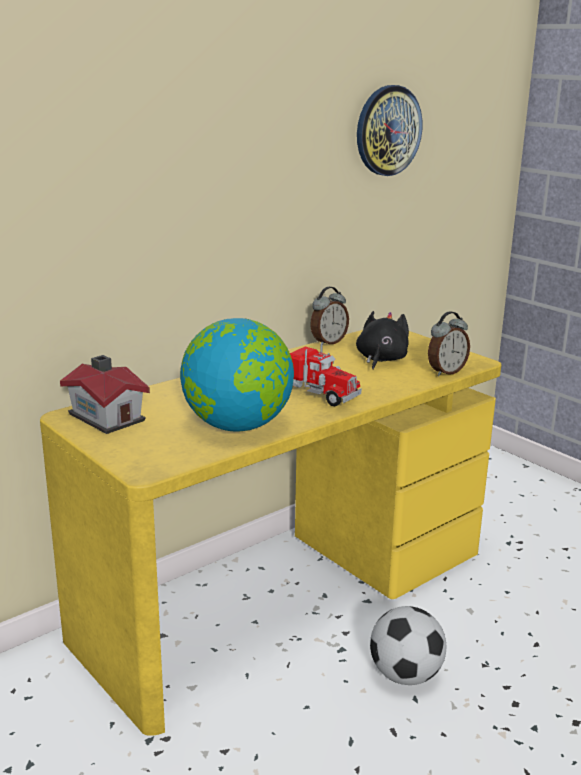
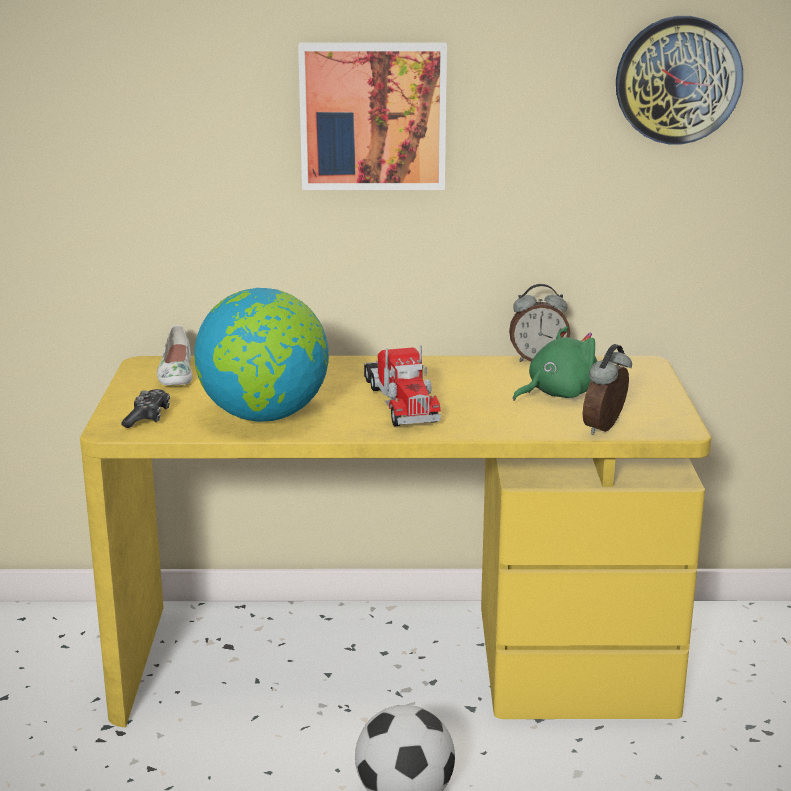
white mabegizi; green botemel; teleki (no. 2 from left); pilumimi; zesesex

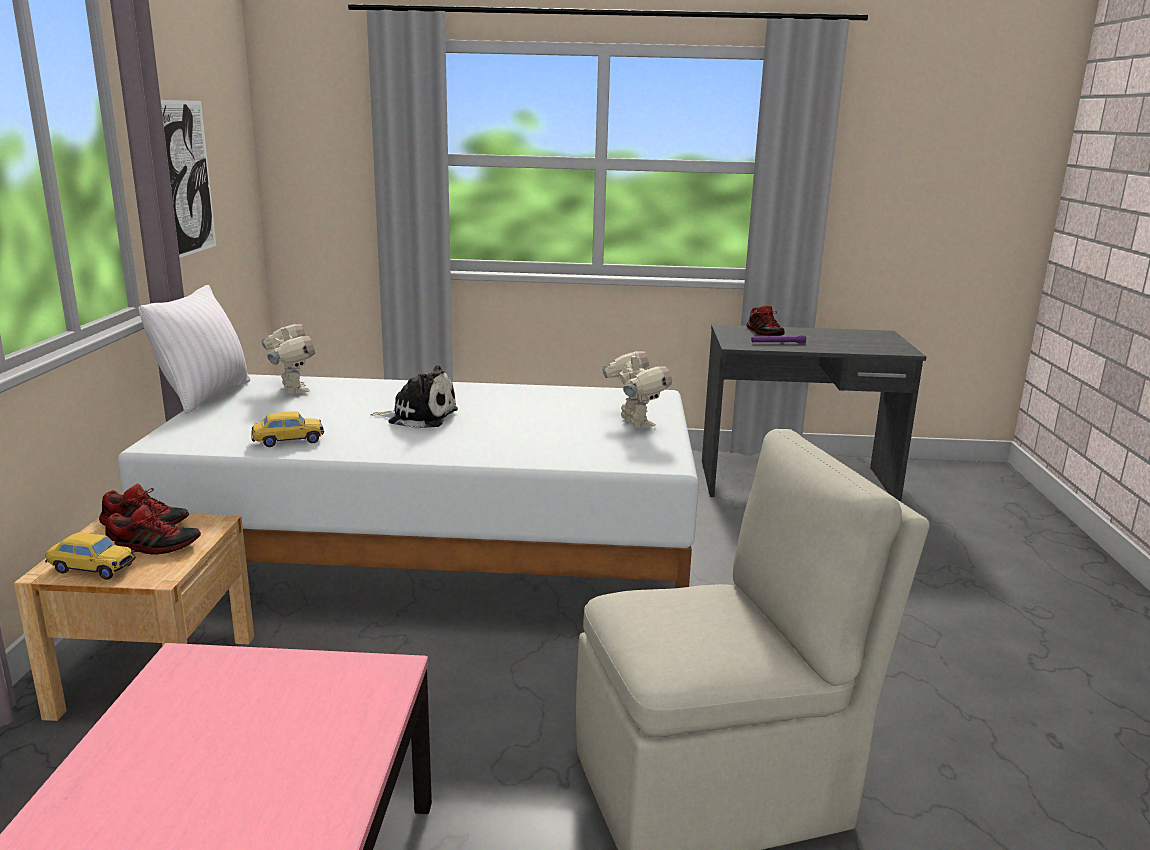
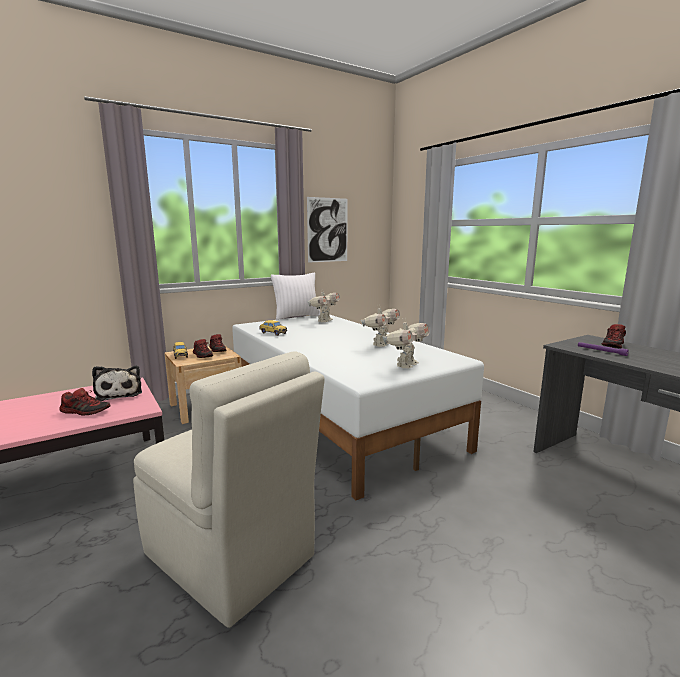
botemel; mabegizi (no. 1 from left); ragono (no. 2 from left)

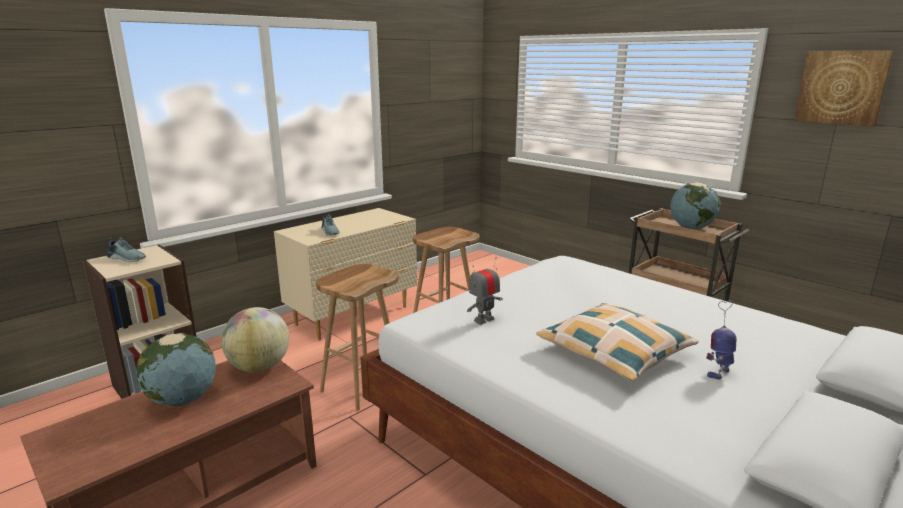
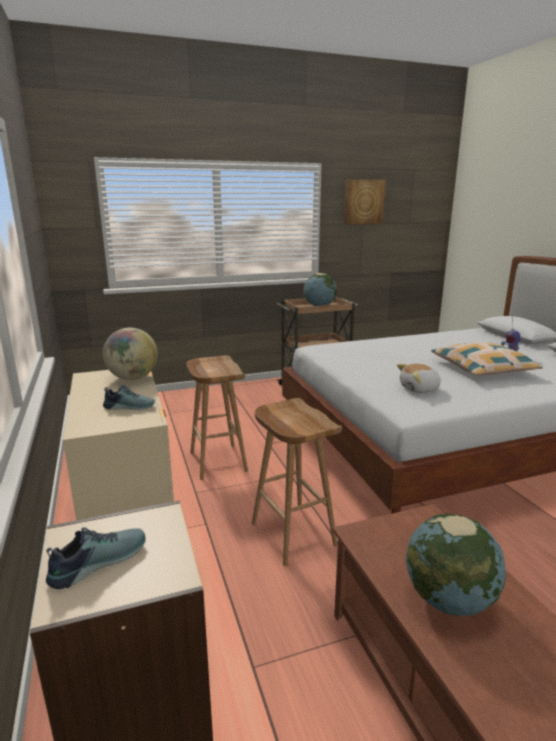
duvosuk (no. 1 from left); botemel

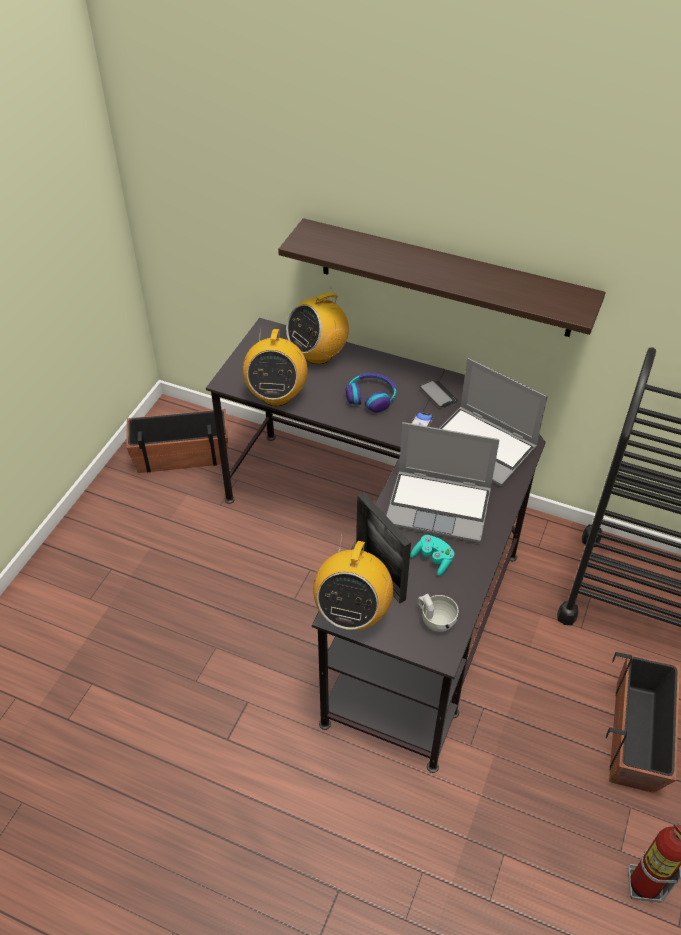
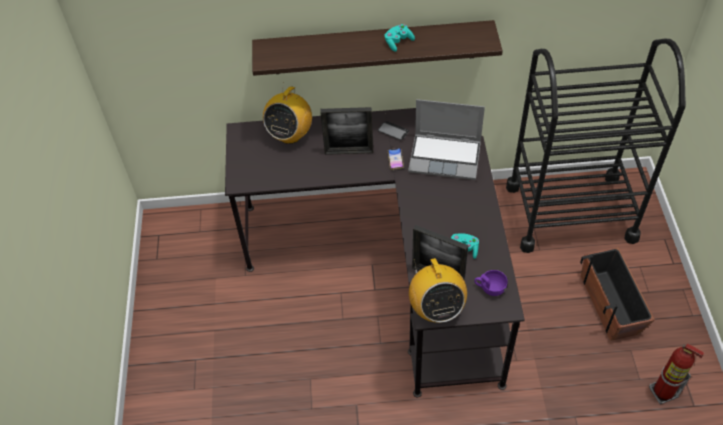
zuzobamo (no. 1 from left in the first image); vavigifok (no. 1 from left in the first image); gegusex (no. 1 from left); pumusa (no. 1 from left in the first image); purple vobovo; turquoise pilumimi (no. 1 from left)

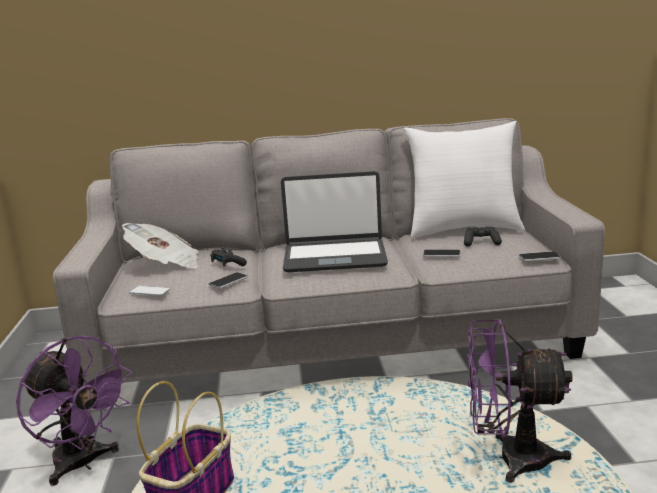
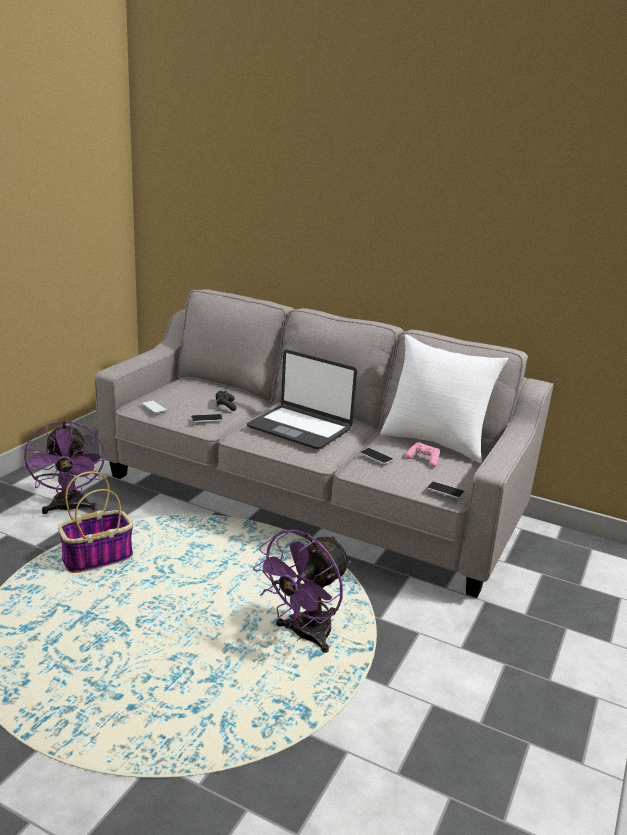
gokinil; pink pilumimi; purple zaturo (no. 2 from left)

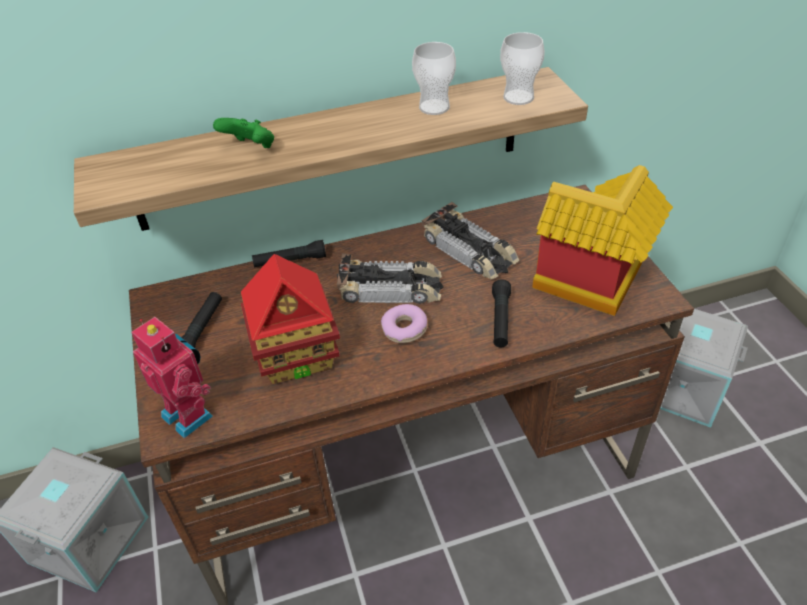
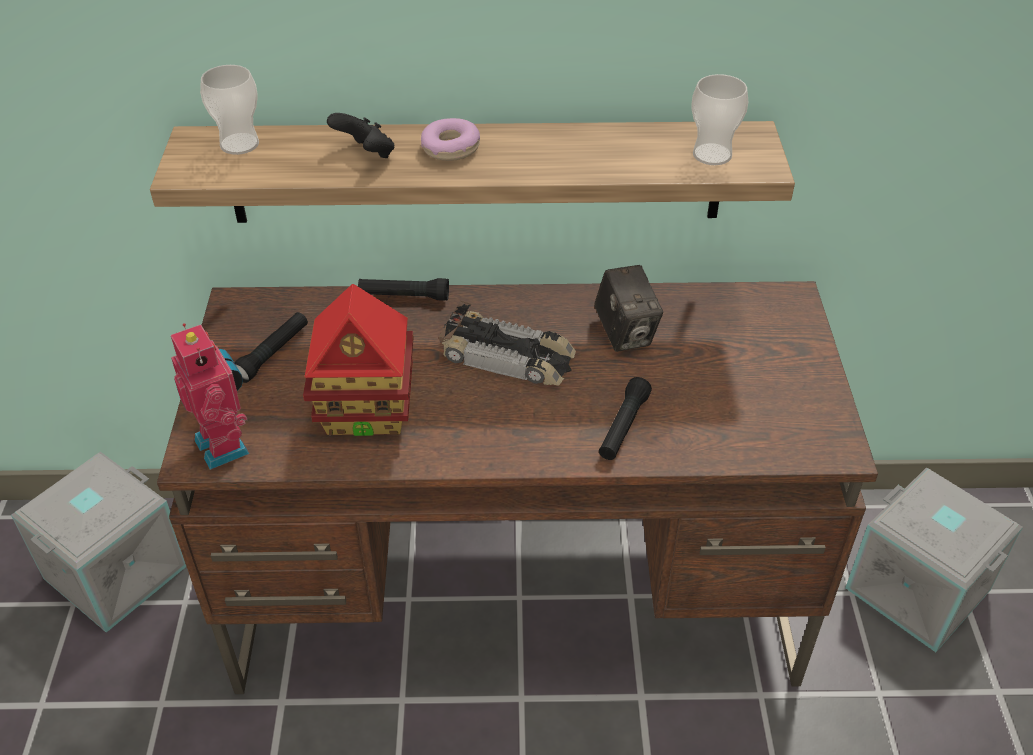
black pilumimi; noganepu; vobovo (no. 1 from left); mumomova; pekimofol (no. 2 from left in the first image)

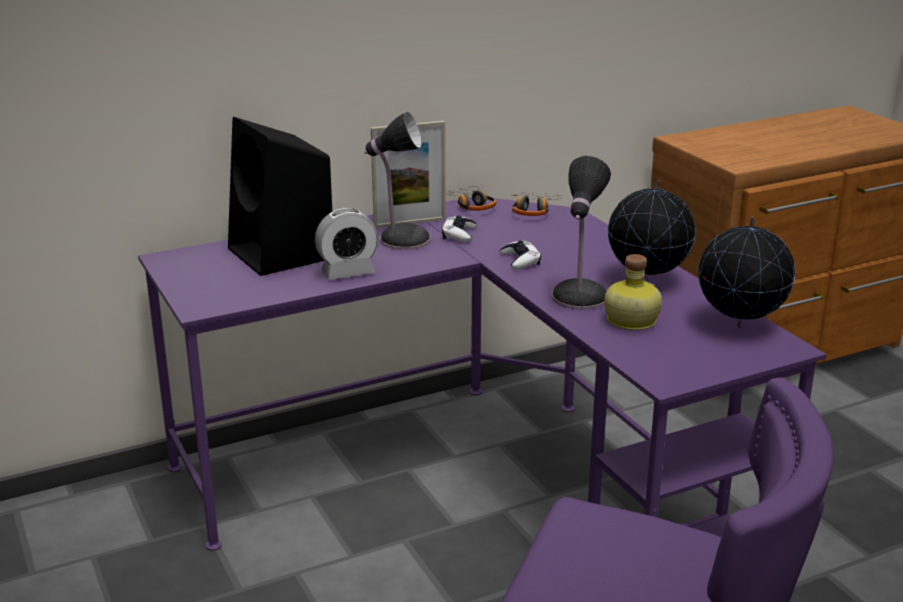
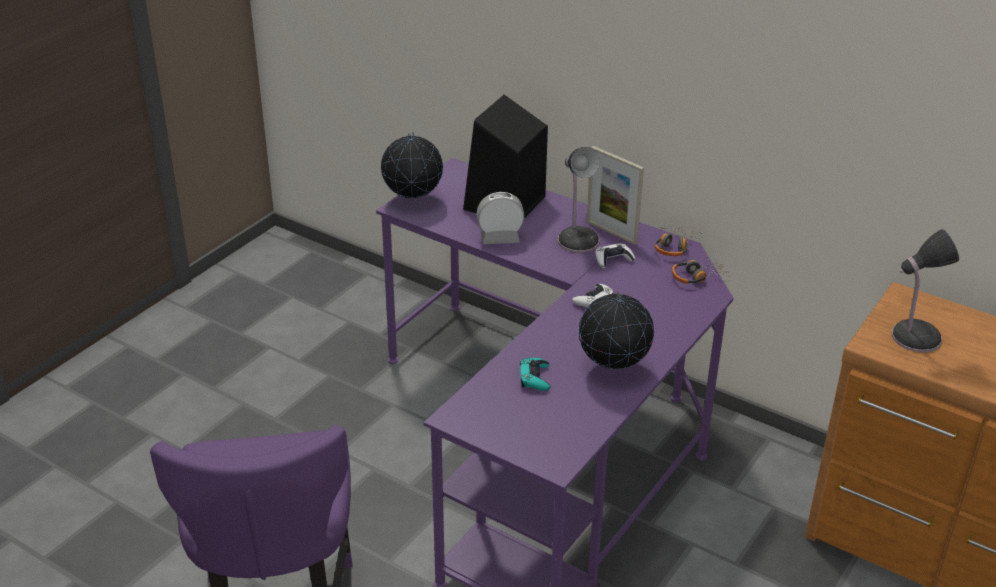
teleki; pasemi (no. 2 from left); turquoise pilumimi; duvosuk (no. 1 from left)

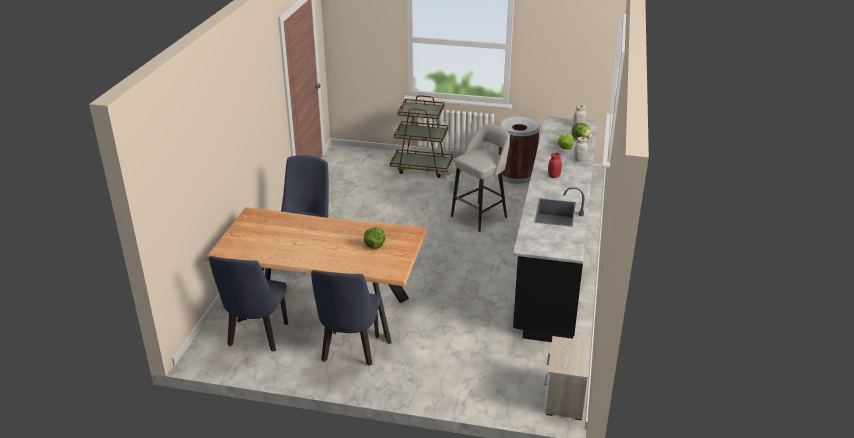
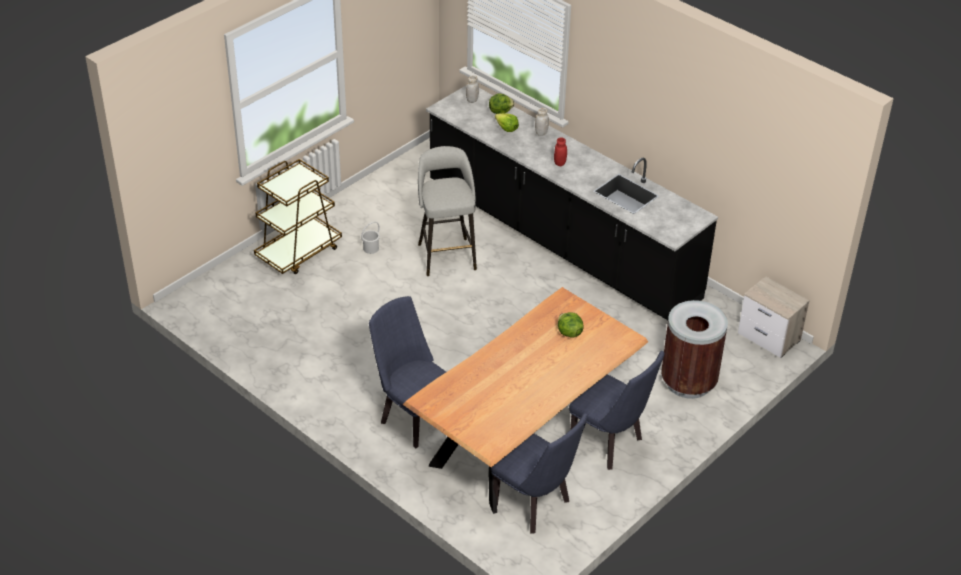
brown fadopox

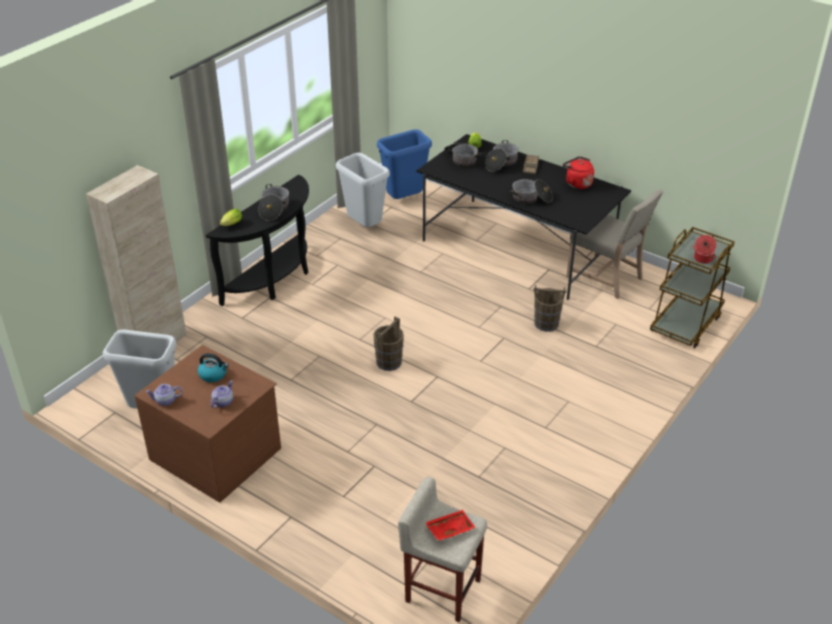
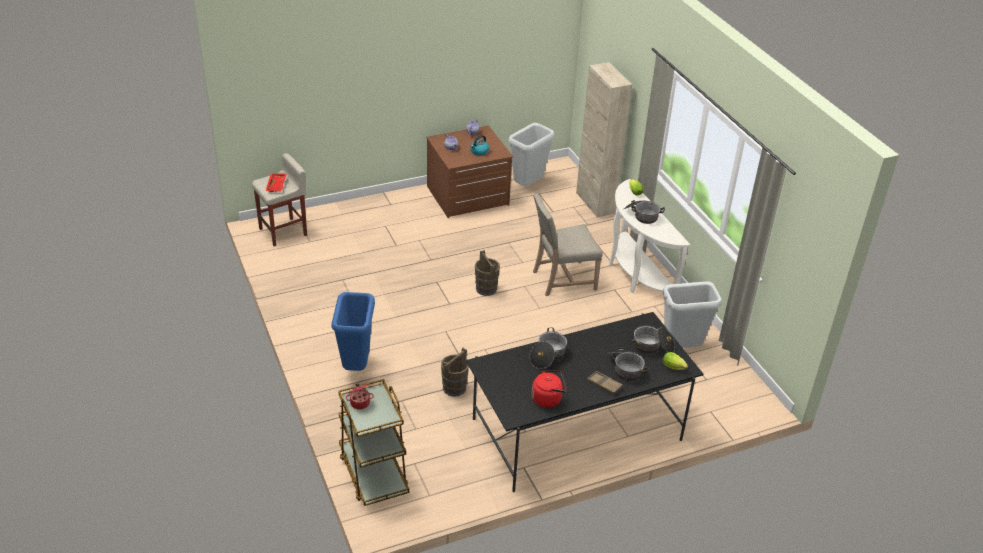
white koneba; blue fadopox; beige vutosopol

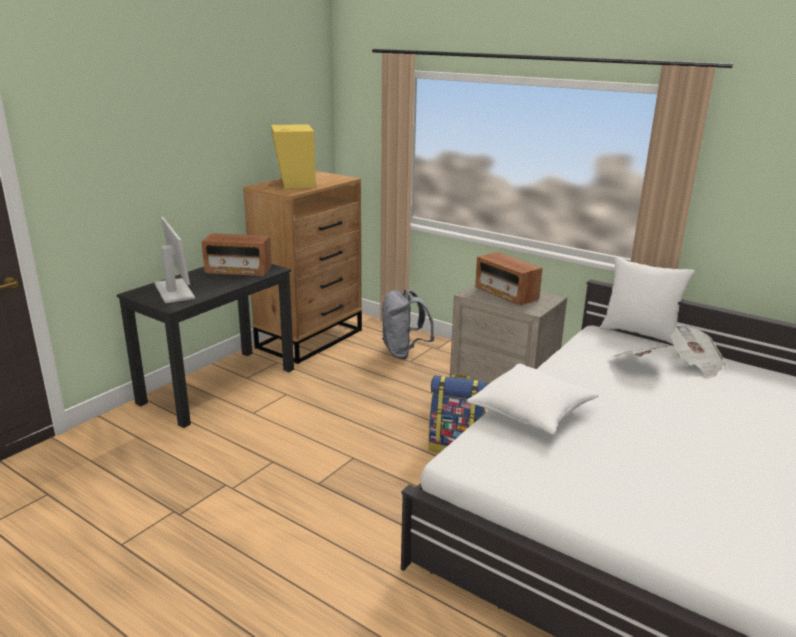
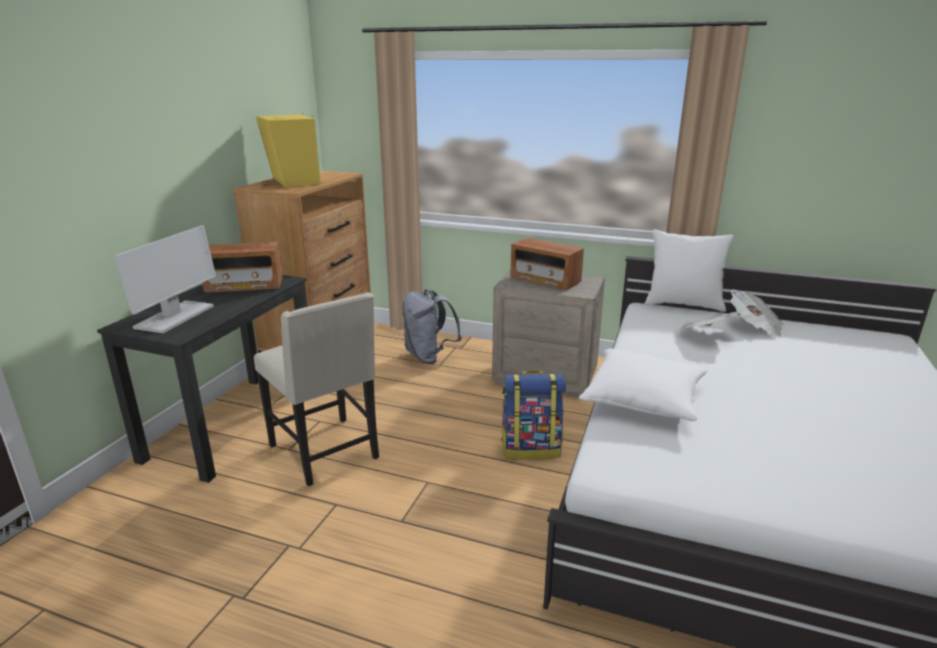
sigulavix; beige vutosopol

